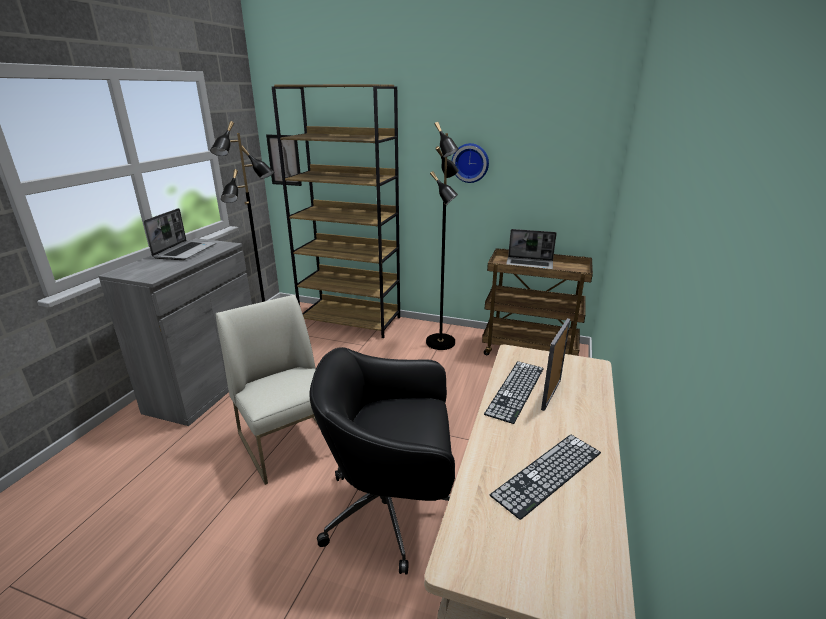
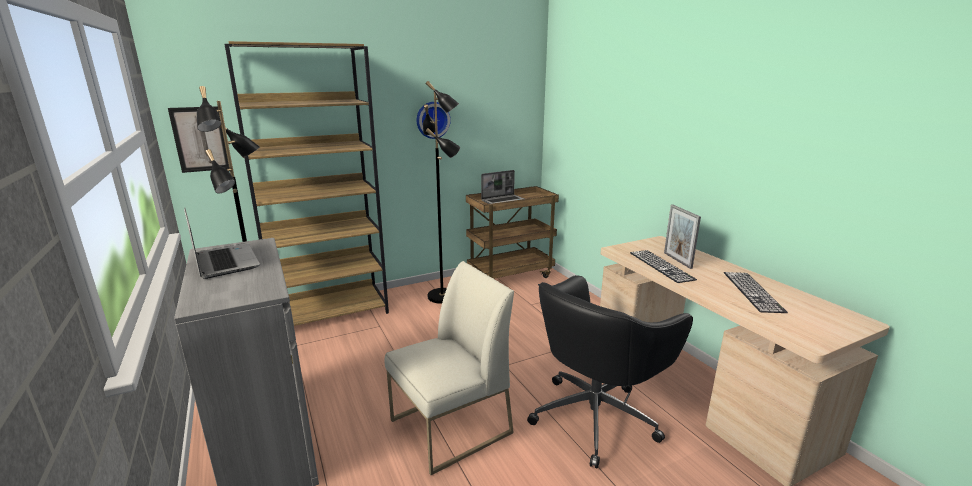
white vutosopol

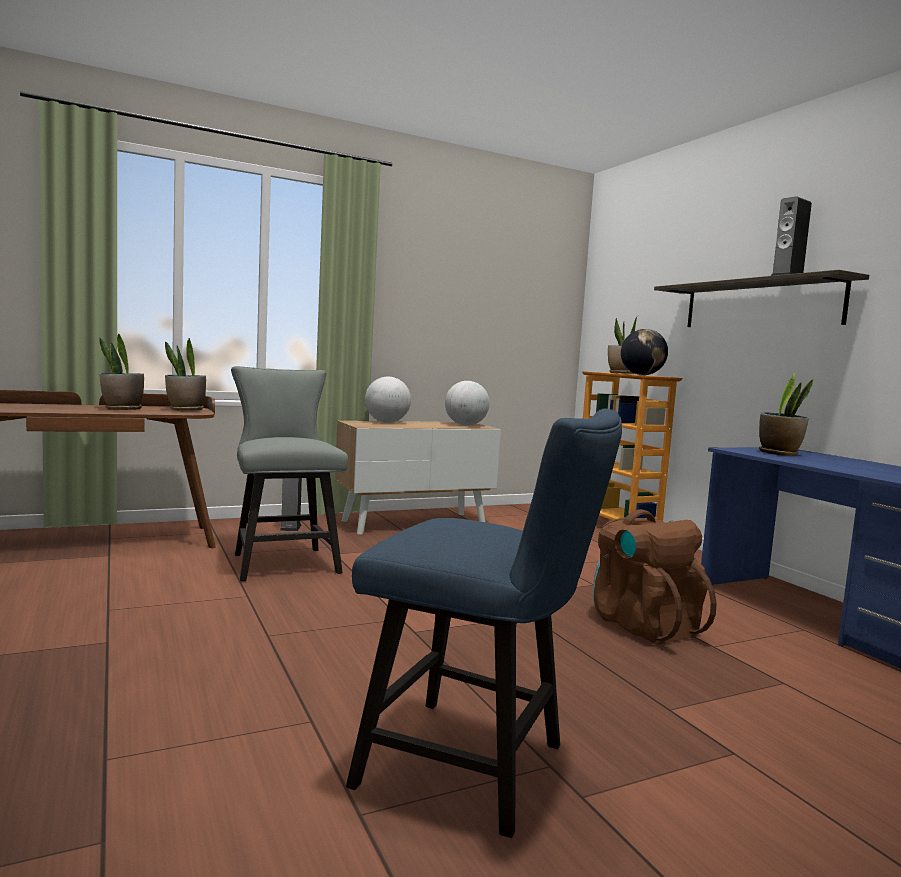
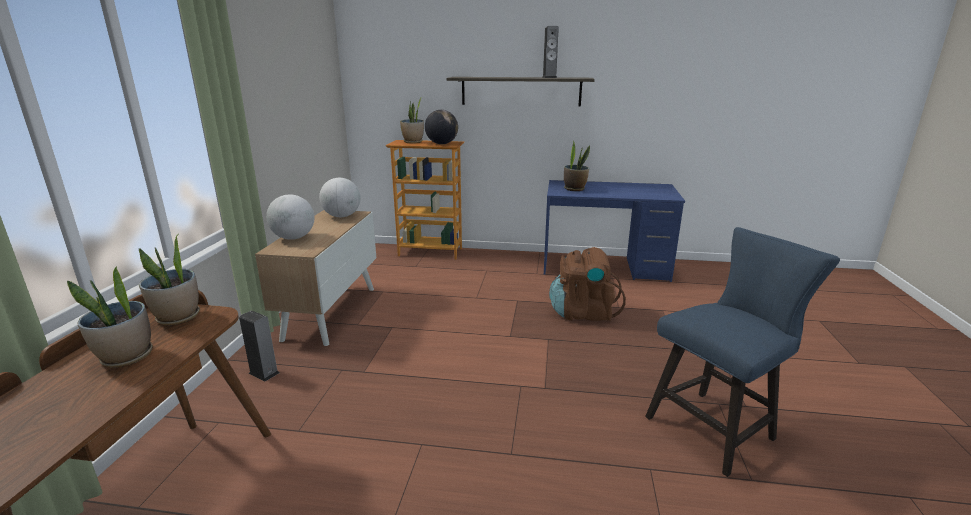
grey vutosopol

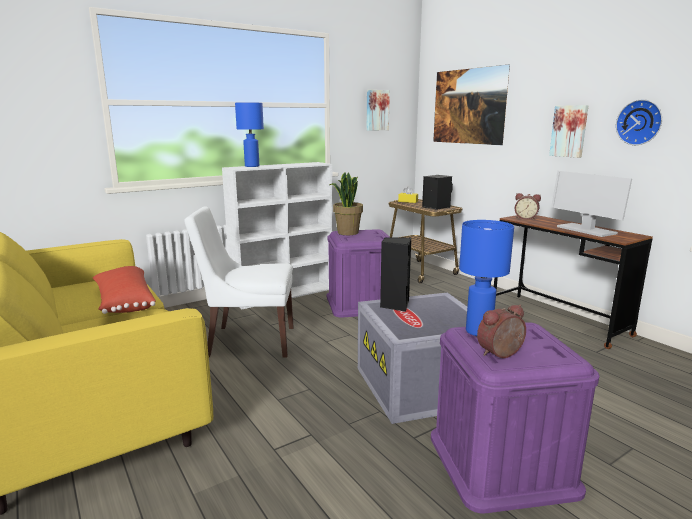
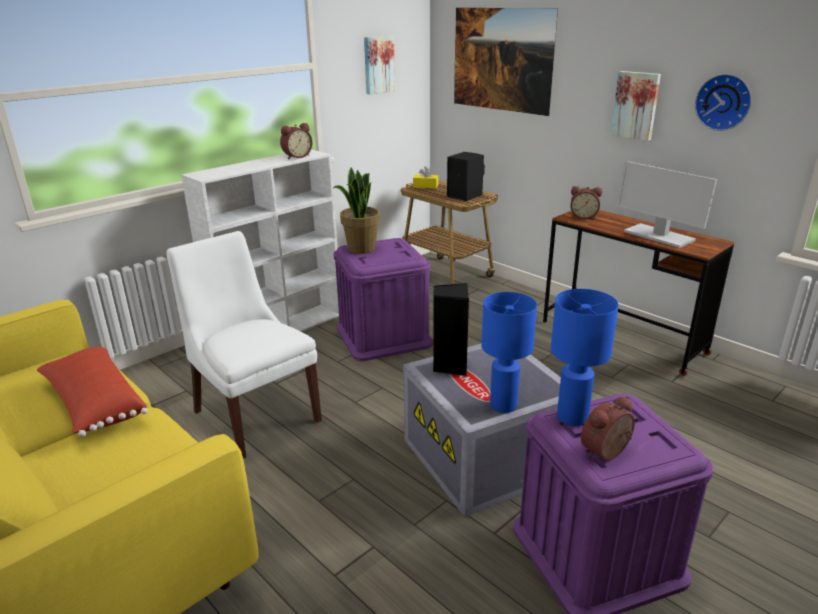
white vutosopol; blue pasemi (no. 1 from left); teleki (no. 1 from left)

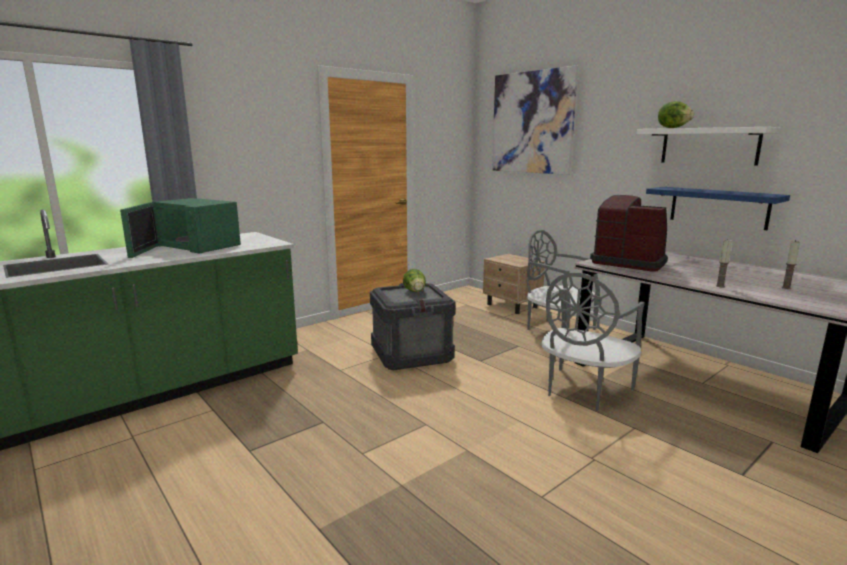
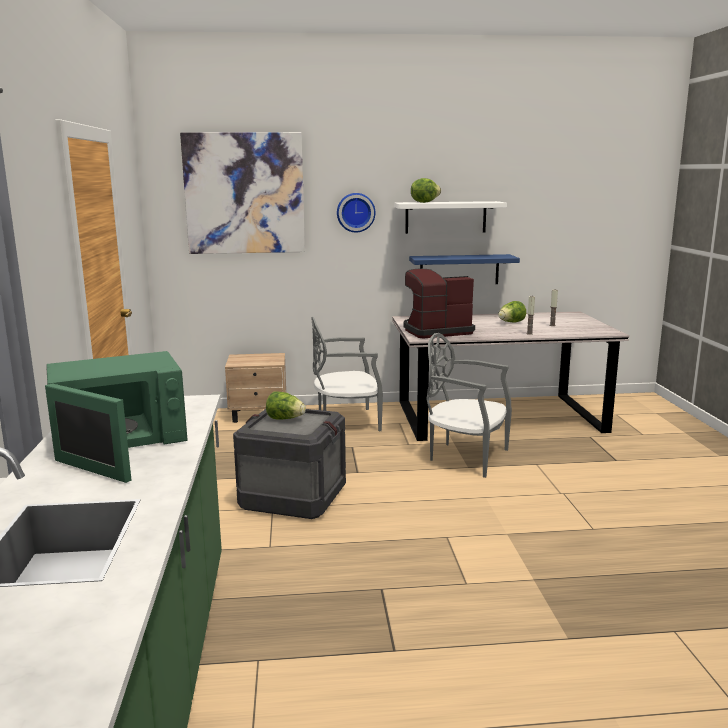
grey vutosopol (no. 2 from left); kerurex; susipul (no. 3 from left)

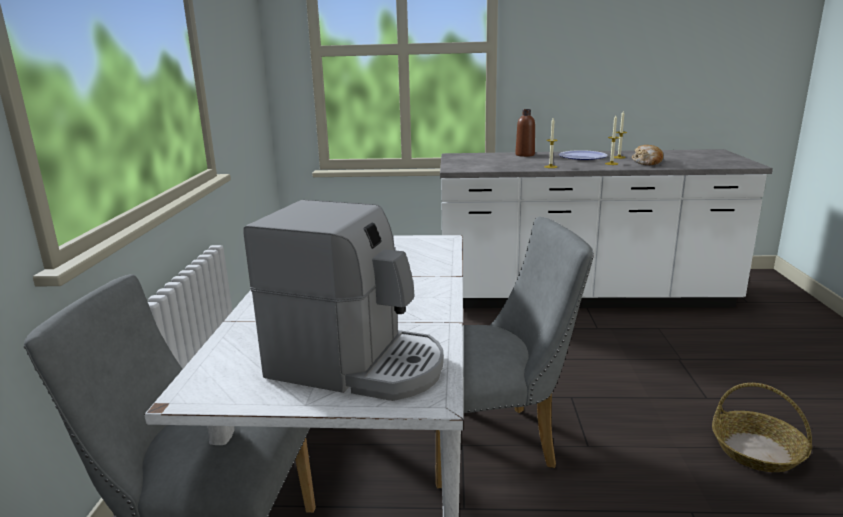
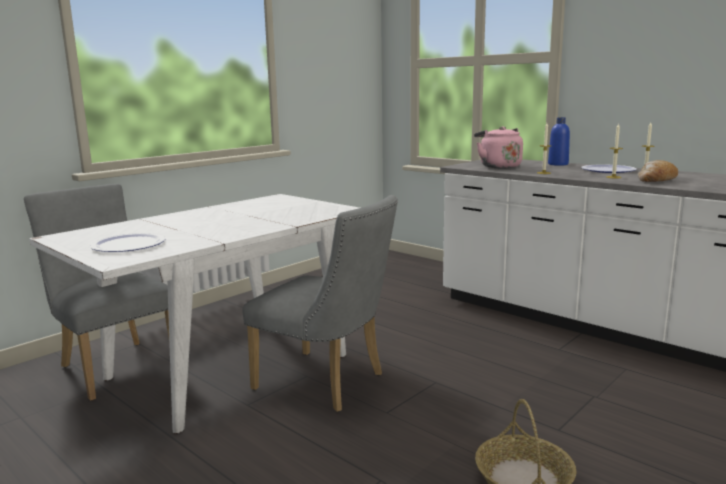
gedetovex (no. 1 from left); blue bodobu; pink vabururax

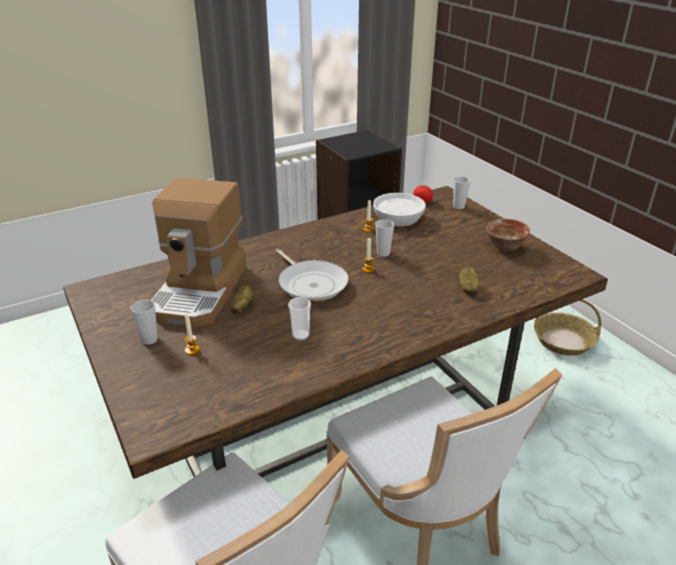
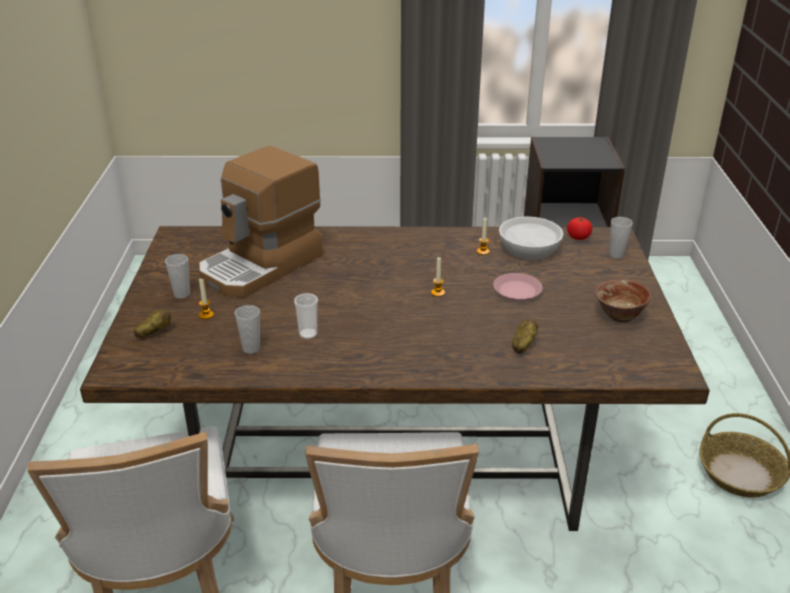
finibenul (no. 1 from left); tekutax; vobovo (no. 2 from left); pink gedetovex

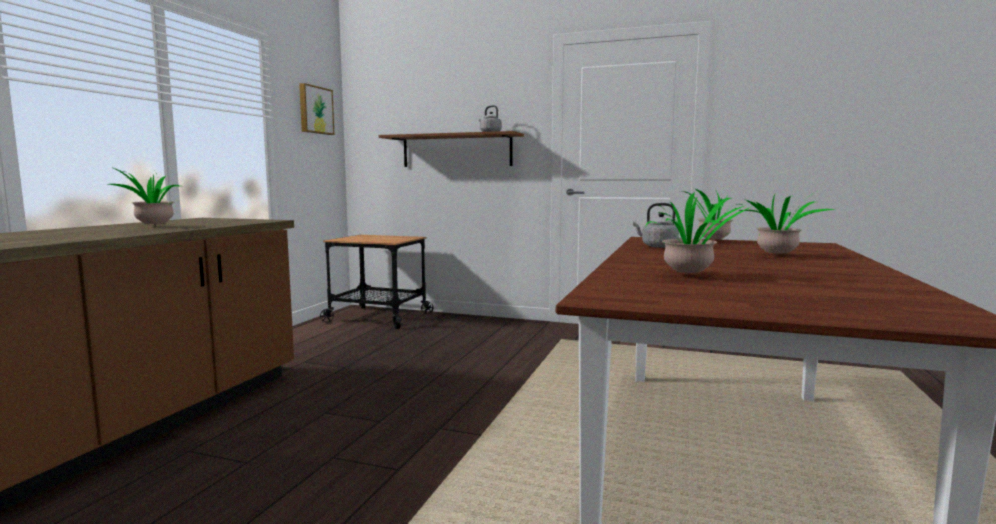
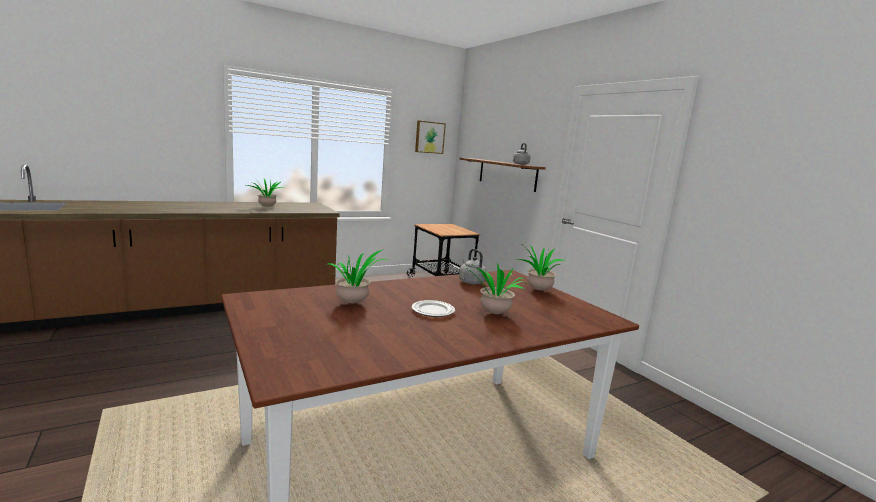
gedetovex

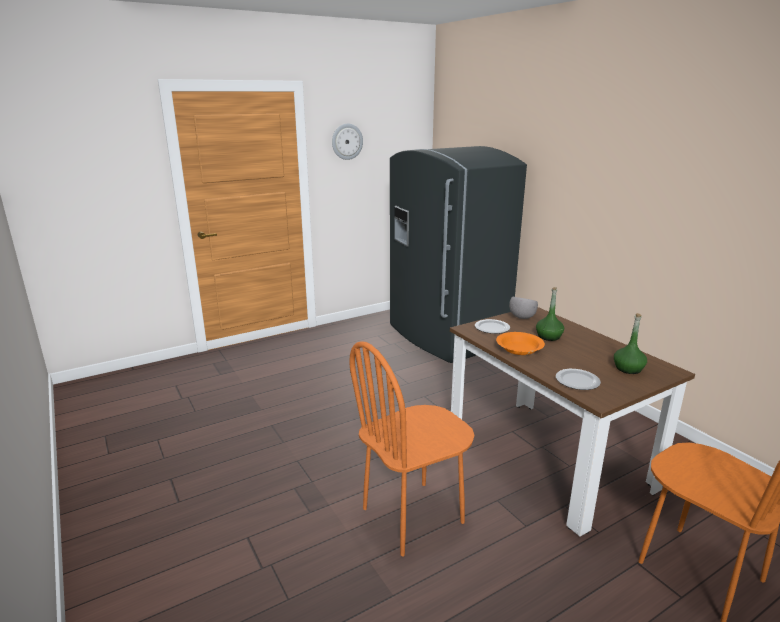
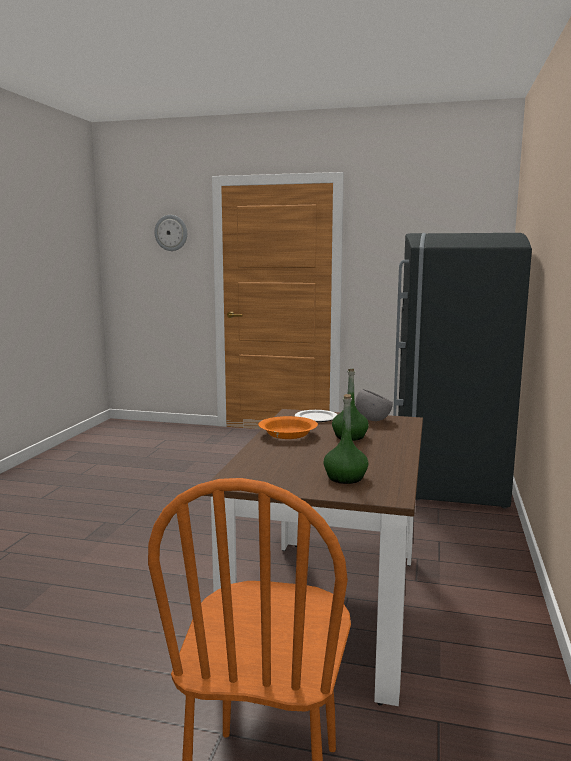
kerurex; orange vutosopol (no. 1 from left in the first image); gedetovex (no. 2 from left in the first image)

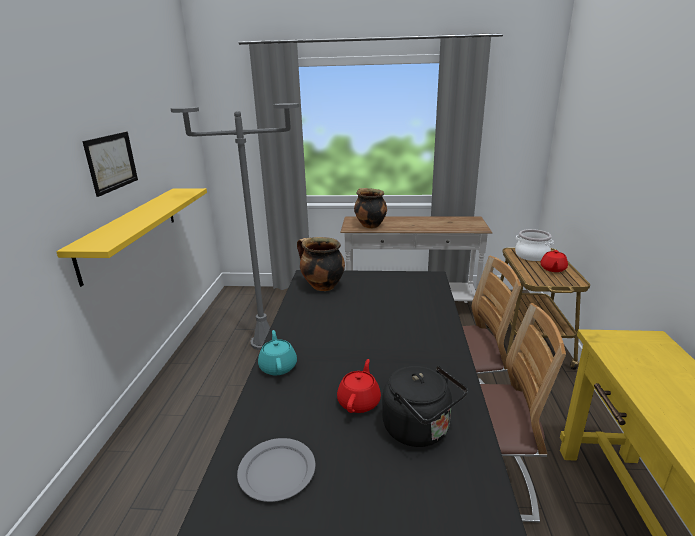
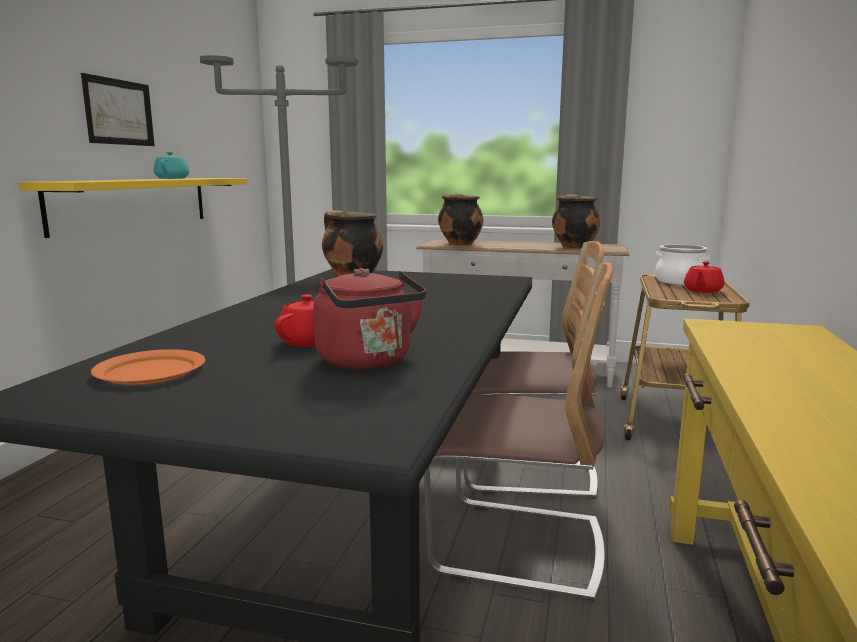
orange gedetovex; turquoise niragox; red vabururax; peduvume (no. 3 from left)

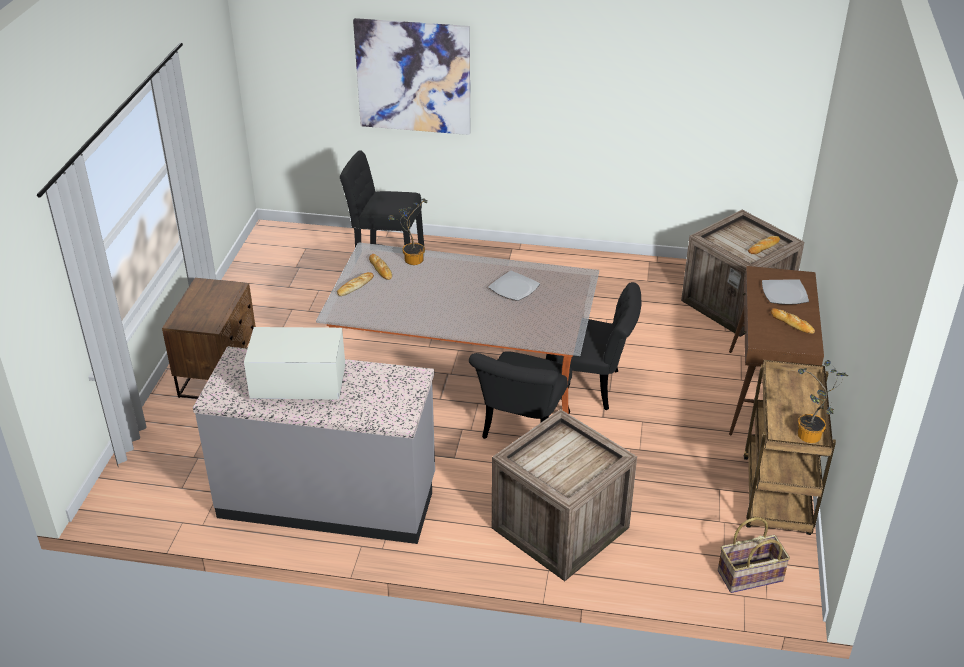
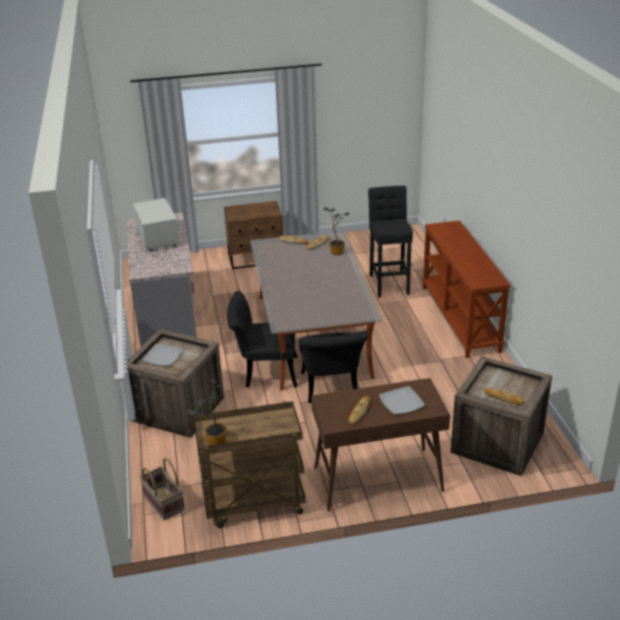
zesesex; gedetovex (no. 1 from left); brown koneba (no. 2 from left)

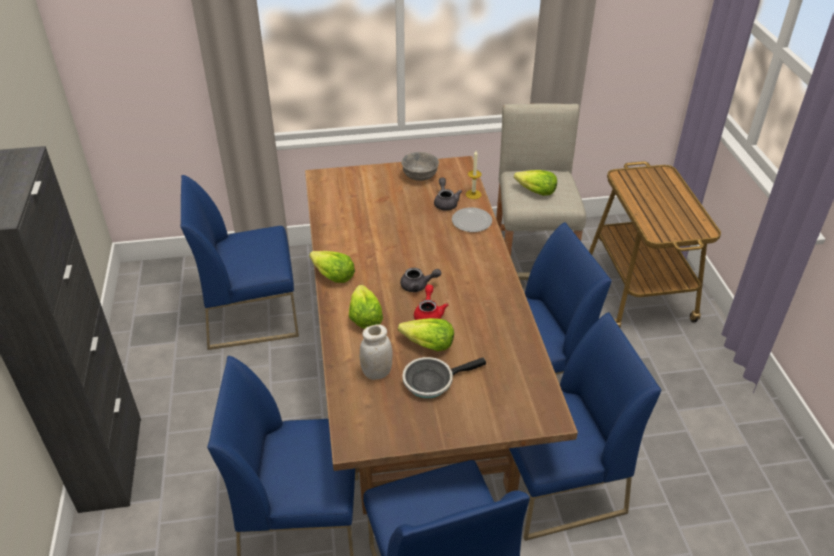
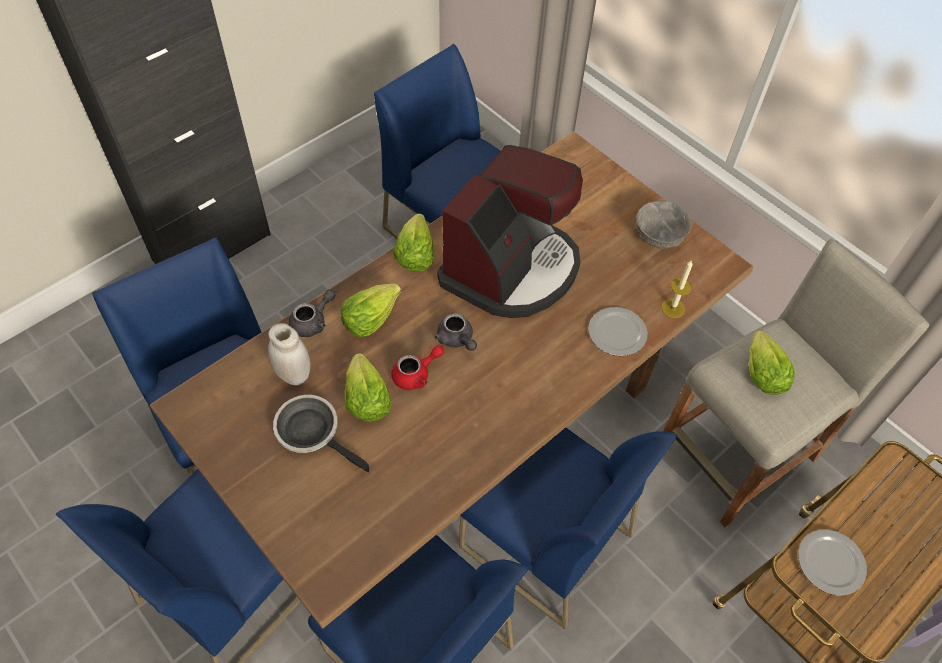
grey niragox (no. 1 from left); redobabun; gedetovex (no. 2 from left)

